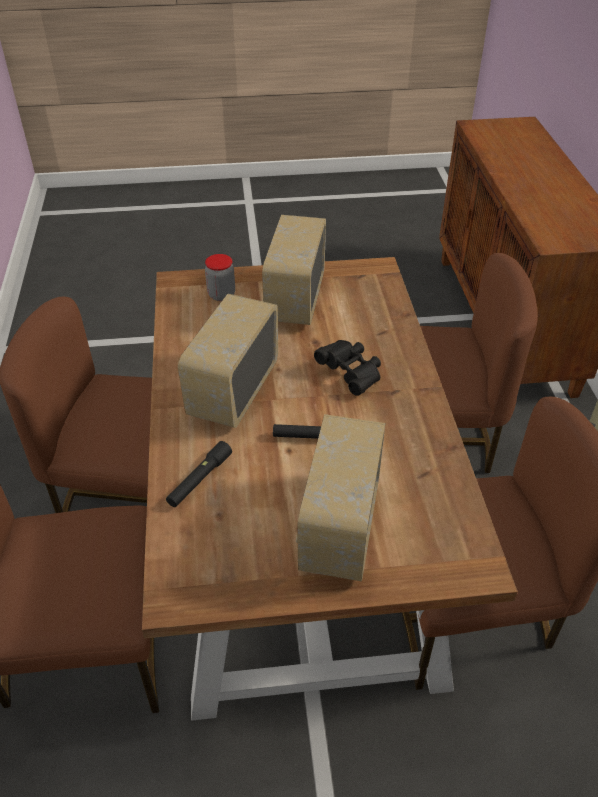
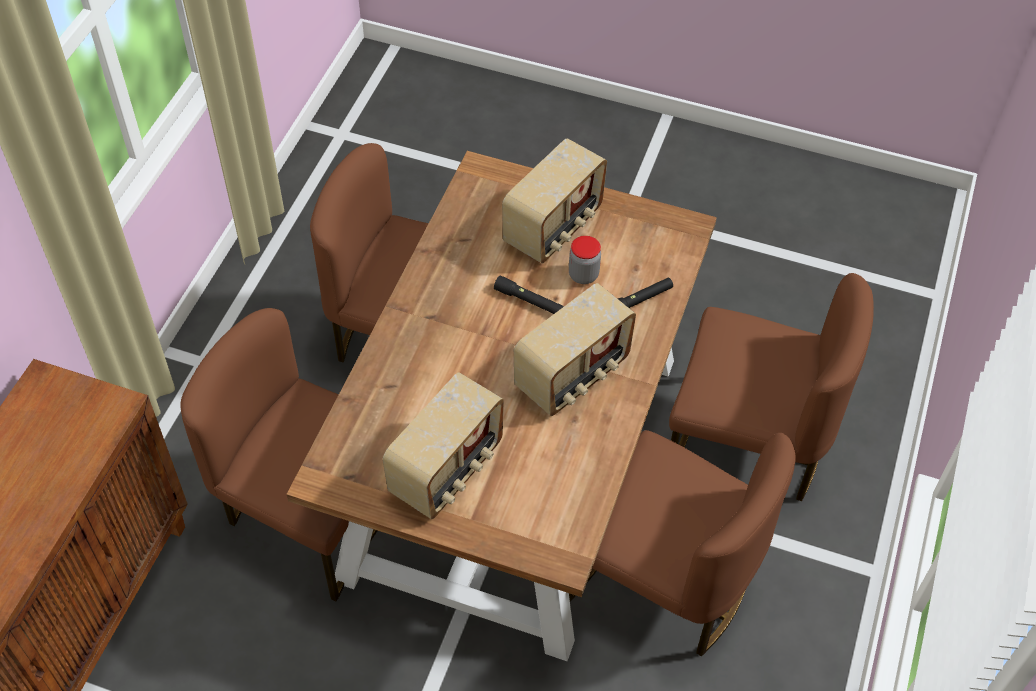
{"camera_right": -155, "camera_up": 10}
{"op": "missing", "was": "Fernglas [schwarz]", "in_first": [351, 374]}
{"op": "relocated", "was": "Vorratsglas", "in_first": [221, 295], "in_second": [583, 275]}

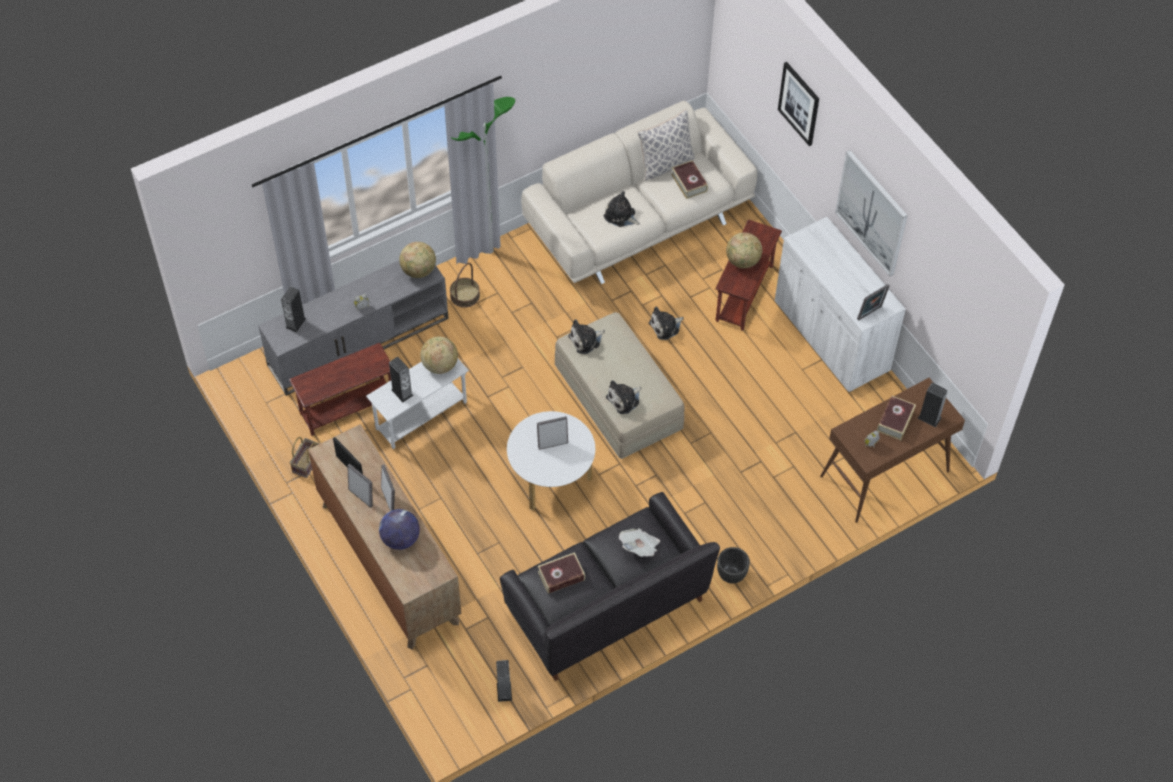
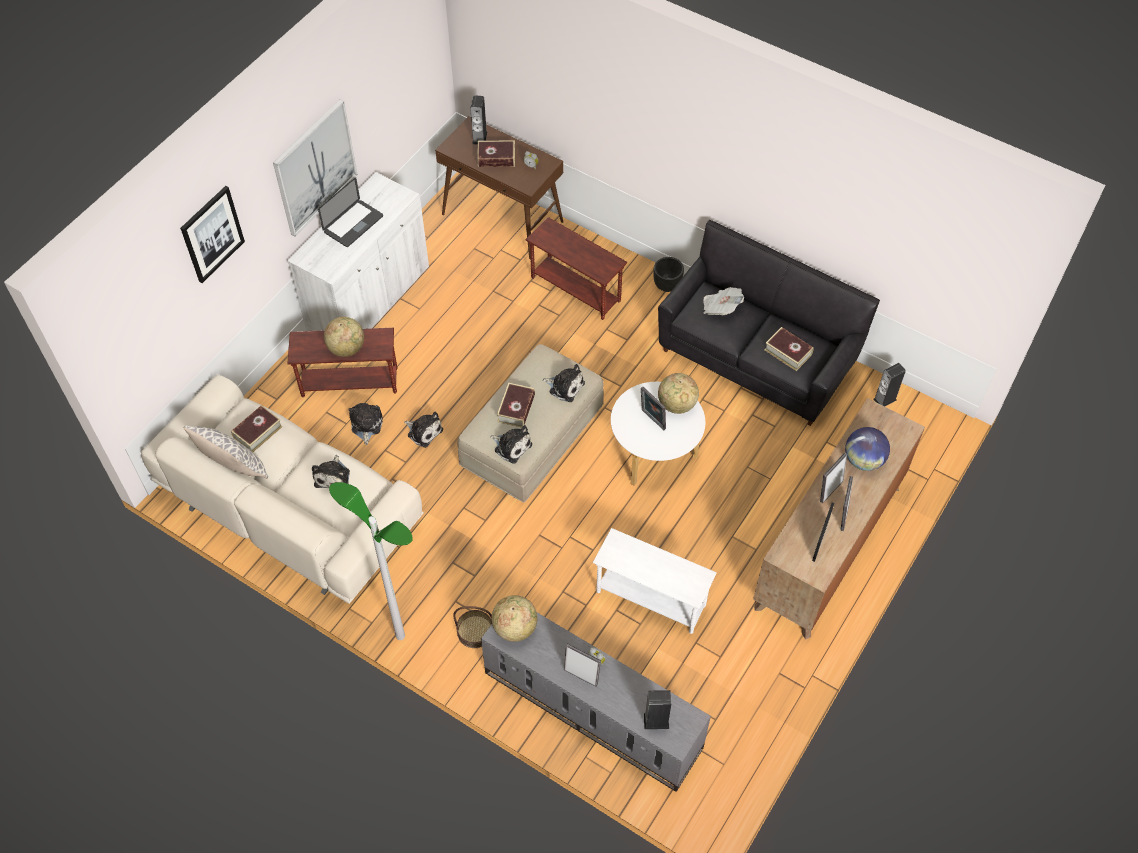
{"camera_right": -115, "camera_up": 0}
{"op": "missing", "was": "Korb", "in_first": [307, 464]}
{"op": "missing", "was": "Lautsprecher", "in_first": [402, 392]}
{"op": "appeared", "now": "Laptop", "in_second": [353, 224]}
{"op": "appeared", "now": "Plüschtier", "in_second": [366, 425]}
{"op": "appeared", "now": "Buch", "in_second": [516, 408]}
{"op": "relocated", "was": "Beistelltisch [braun]", "in_first": [347, 407], "in_second": [575, 290]}
{"op": "relocated", "was": "Globus", "in_first": [440, 365], "in_second": [676, 405]}
{"op": "relocated", "was": "Bilderrahmen", "in_first": [870, 314], "in_second": [581, 675]}

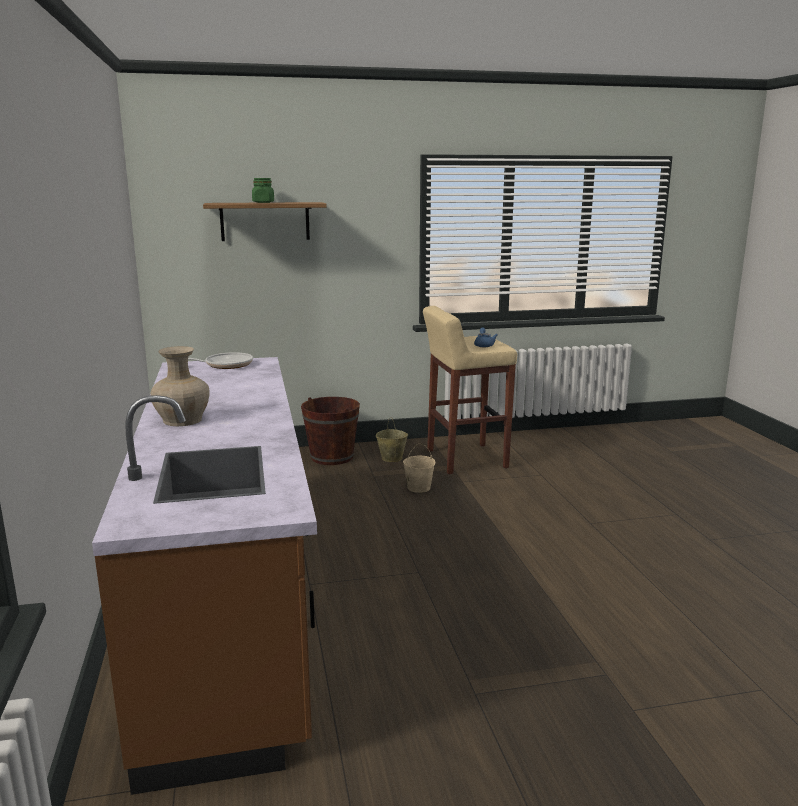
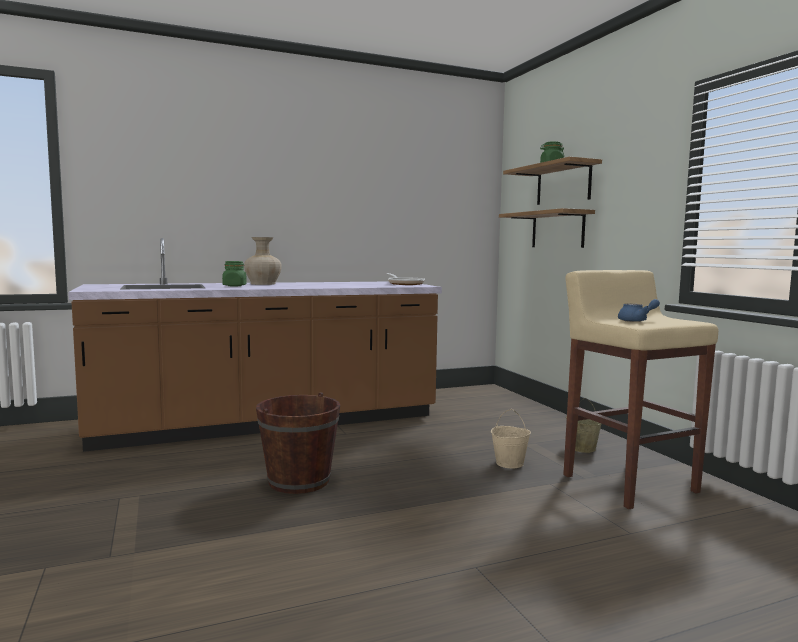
{"camera_right": 80, "camera_up": -10}
{"op": "appeared", "now": "Vorratsglas [grün]", "in_second": [234, 286]}
{"op": "appeared", "now": "Wandregal", "in_second": [557, 230]}
{"op": "relocated", "was": "Eimer [braun]", "in_first": [332, 457], "in_second": [299, 481]}

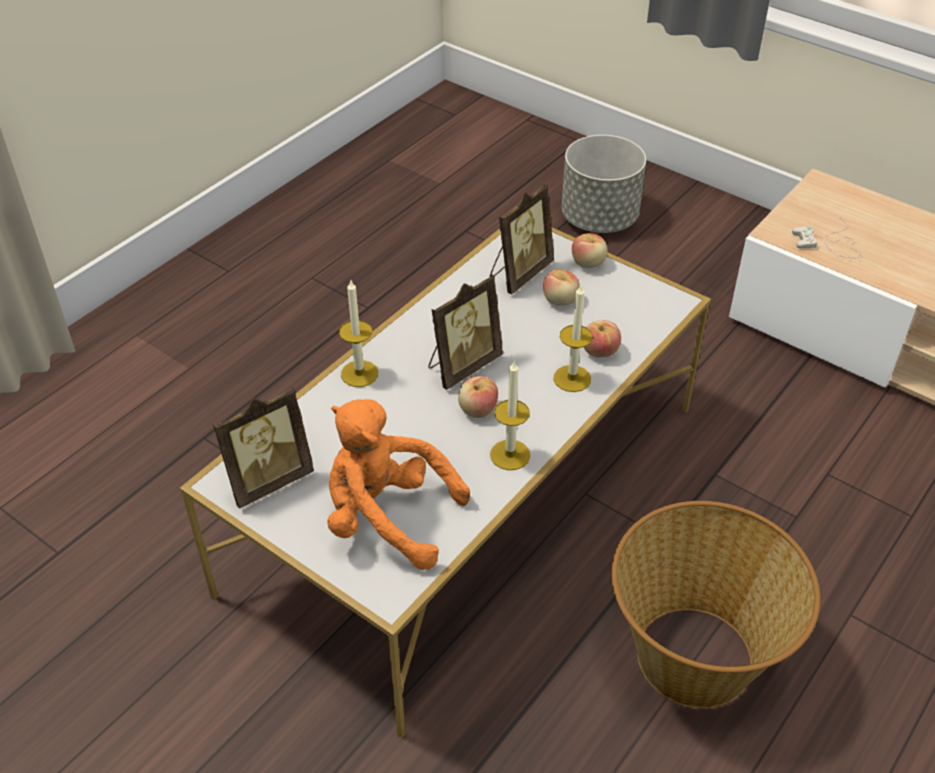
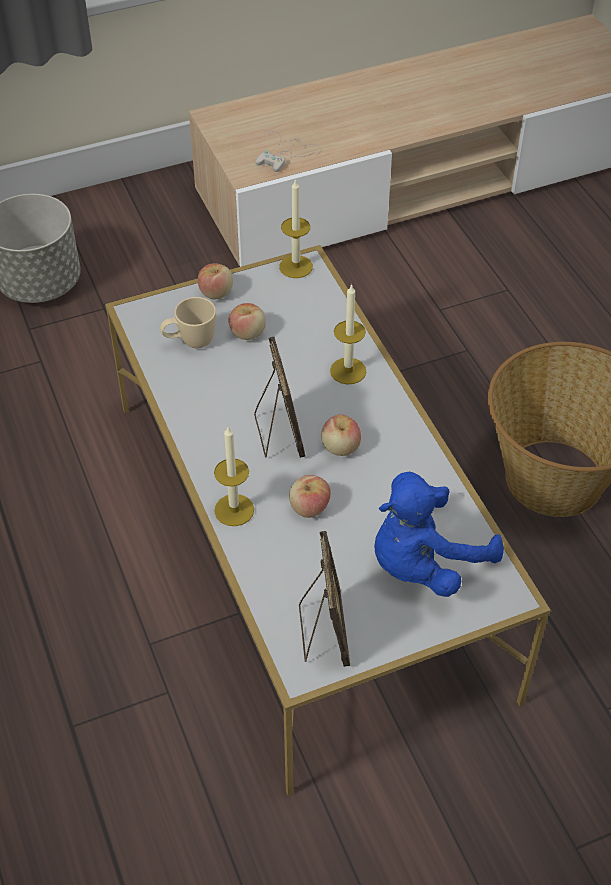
{"camera_right": -60, "camera_up": 5}
{"op": "relocated", "was": "Kerze", "in_first": [510, 455], "in_second": [296, 266]}
{"op": "relocated", "was": "Apfel", "in_first": [599, 351], "in_second": [309, 508]}
{"op": "exchanged", "was": "Bilderrahmen", "now": "Henkelbecher [beige]", "in_first": [519, 273], "in_second": [190, 342]}
{"op": "colour", "was": "Plüschtier [orange]", "now": "Plüschtier [blau]", "in_first": [387, 518], "in_second": [424, 562]}

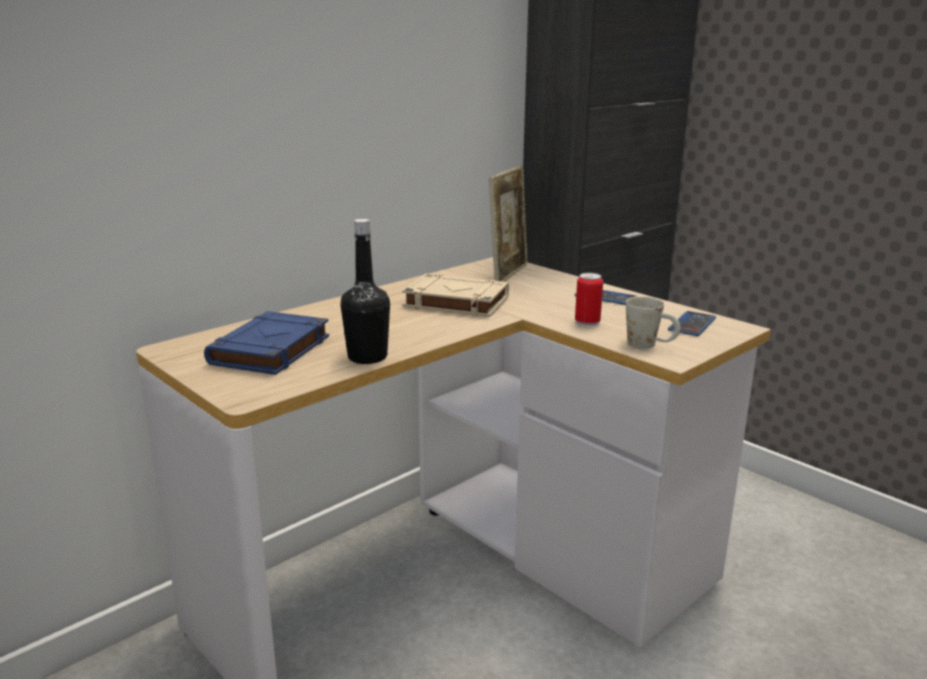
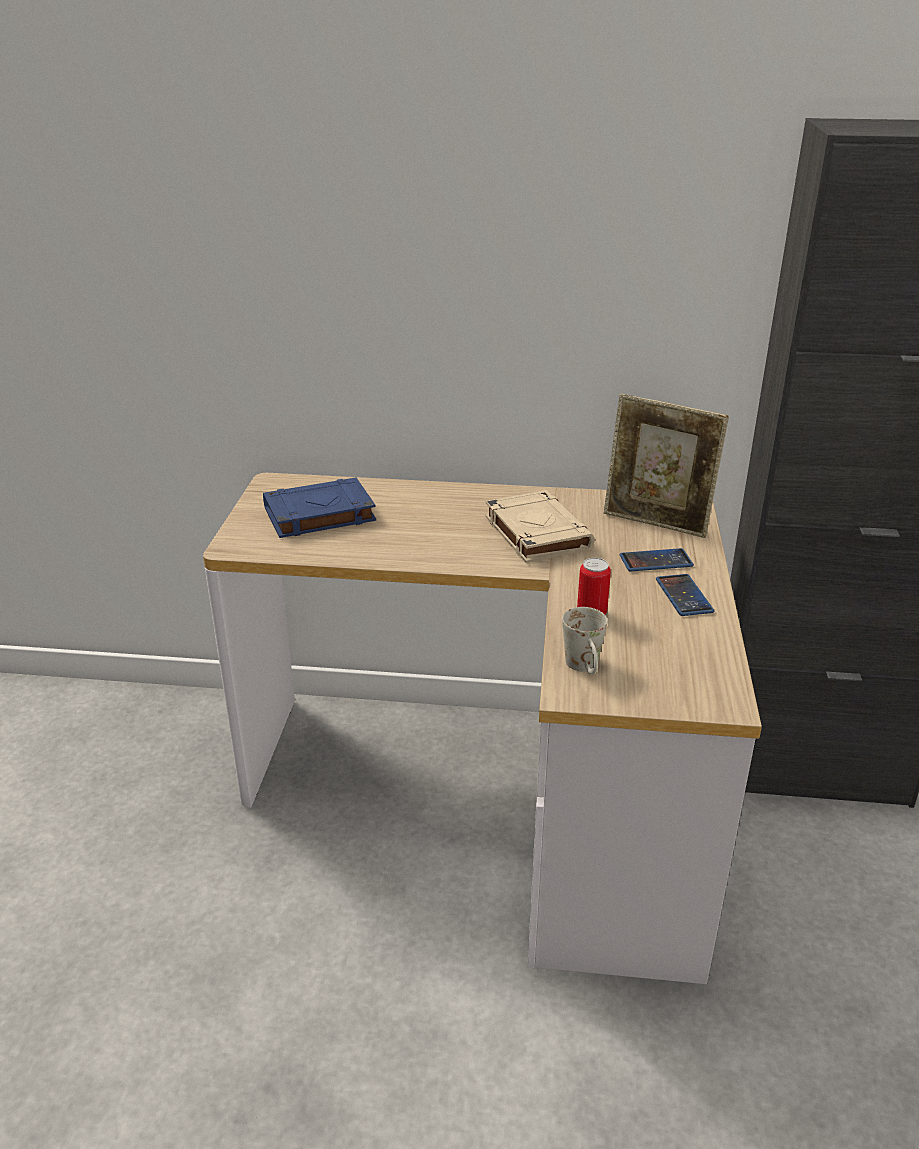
{"camera_right": 50, "camera_up": 10}
{"op": "missing", "was": "Flasche [schwarz]", "in_first": [367, 357]}
{"op": "relocated", "was": "Handy", "in_first": [692, 324], "in_second": [656, 561]}
{"op": "spun", "was": "Bilderrahmen", "in_first": [508, 275], "in_second": [656, 523], "clockwise": 45}

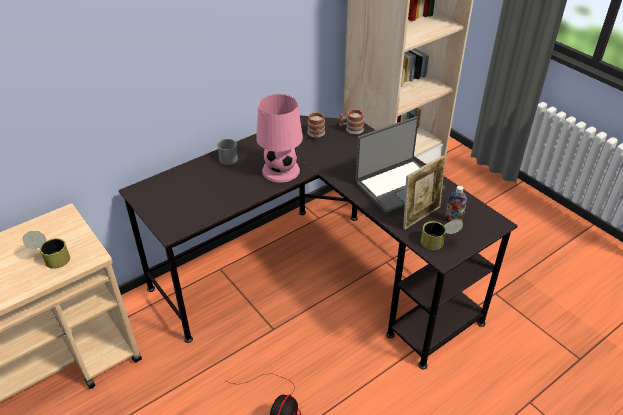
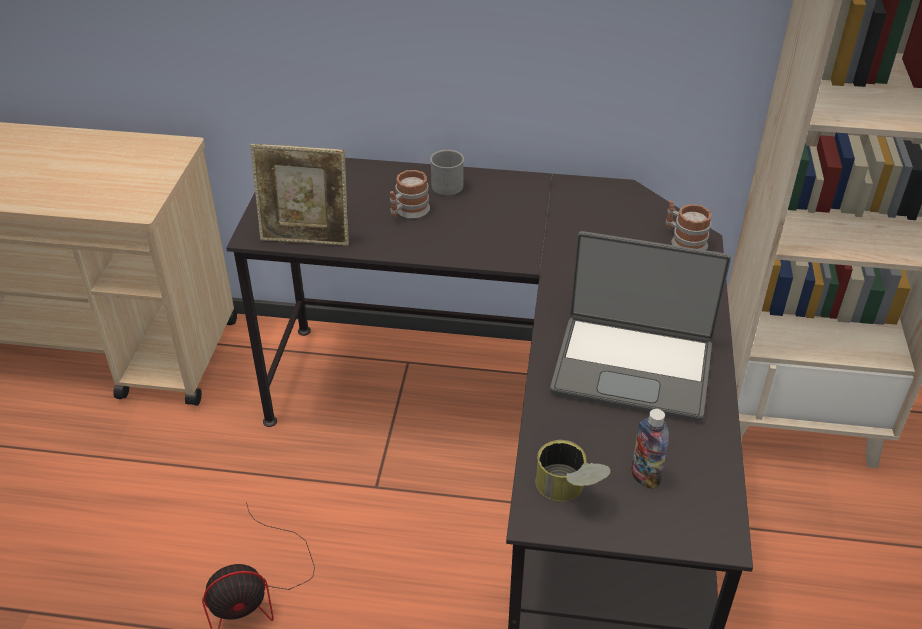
{"camera_right": 45, "camera_up": 0}
{"op": "missing", "was": "Dose", "in_first": [51, 258]}
{"op": "missing", "was": "Tischlampe [rosa]", "in_first": [281, 171]}
{"op": "relocated", "was": "Henkelbecher", "in_first": [316, 134], "in_second": [408, 211]}
{"op": "relocated", "was": "Bilderrahmen", "in_first": [420, 216], "in_second": [306, 240]}

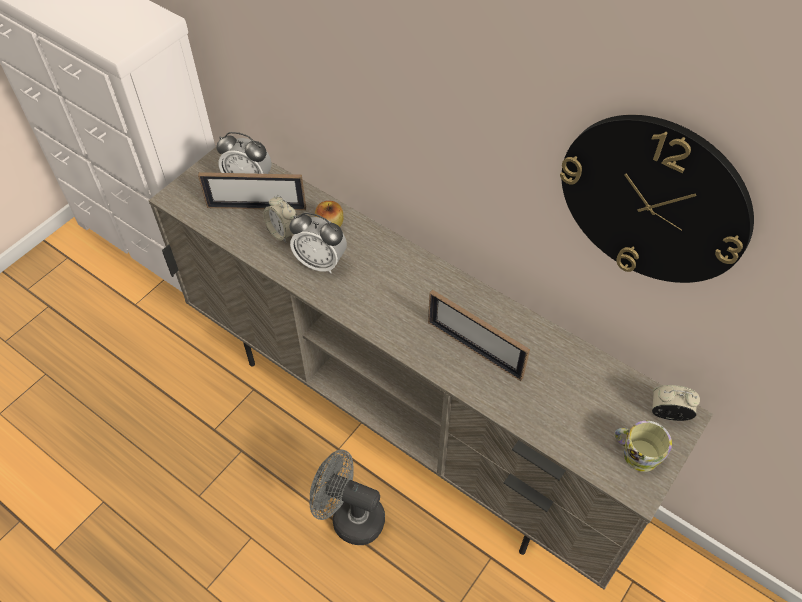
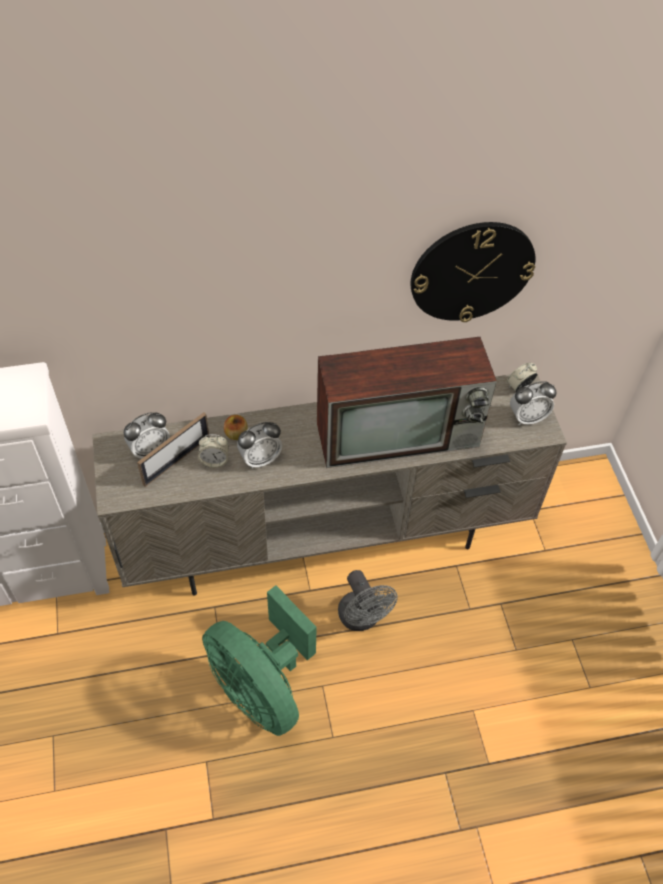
{"camera_right": -50, "camera_up": 0}
{"op": "appeared", "now": "Ventilator [grün]", "in_second": [262, 687]}
{"op": "exchanged", "was": "Bilderrahmen", "now": "Fernseher", "in_first": [474, 349], "in_second": [400, 434]}
{"op": "exchanged", "was": "Henkelbecher", "now": "Wecker", "in_first": [635, 453], "in_second": [527, 417]}
{"op": "spun", "was": "Ventilator [grau]", "in_first": [350, 517], "in_second": [362, 619], "clockwise": -90}

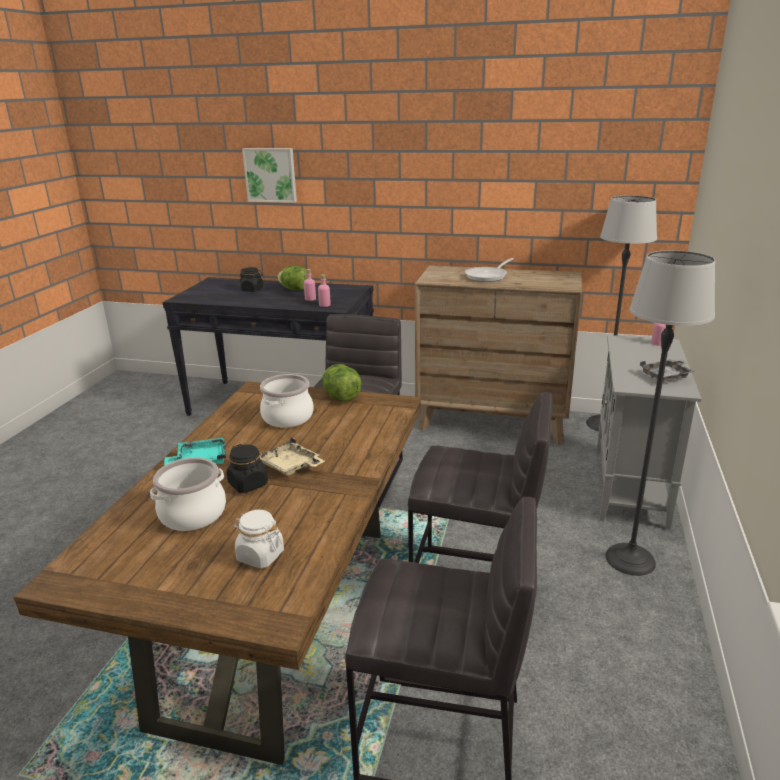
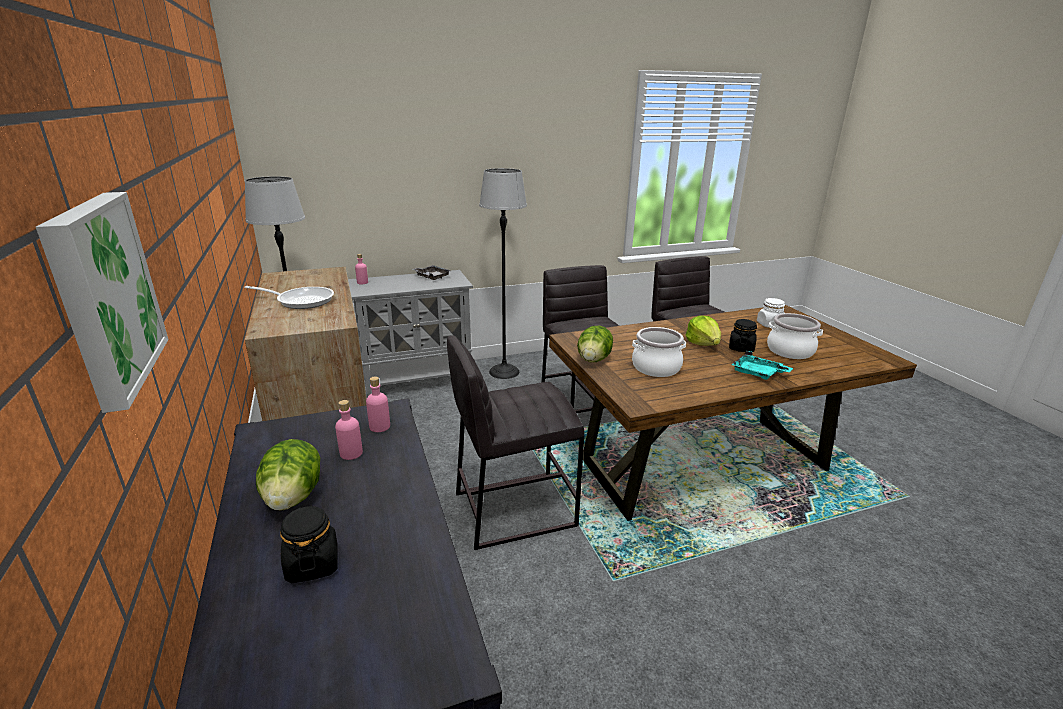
{"camera_right": -125, "camera_up": 0}
{"op": "exchanged", "was": "Tablett [beige]", "now": "Salatkopf", "in_first": [291, 466], "in_second": [703, 343]}

